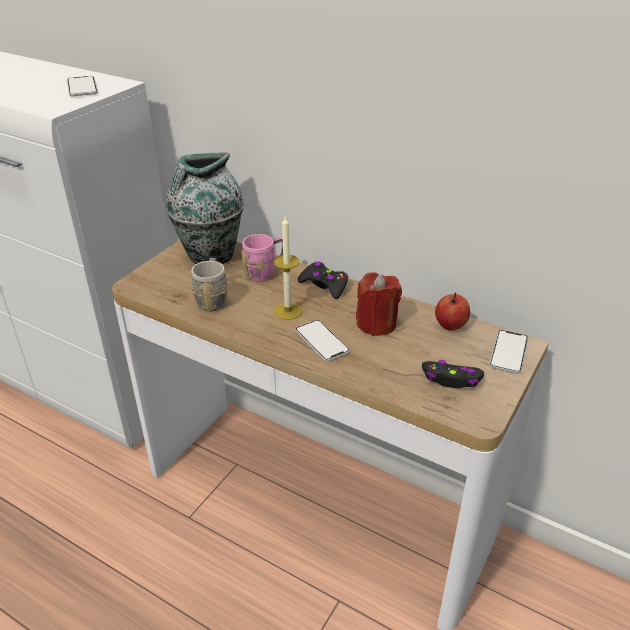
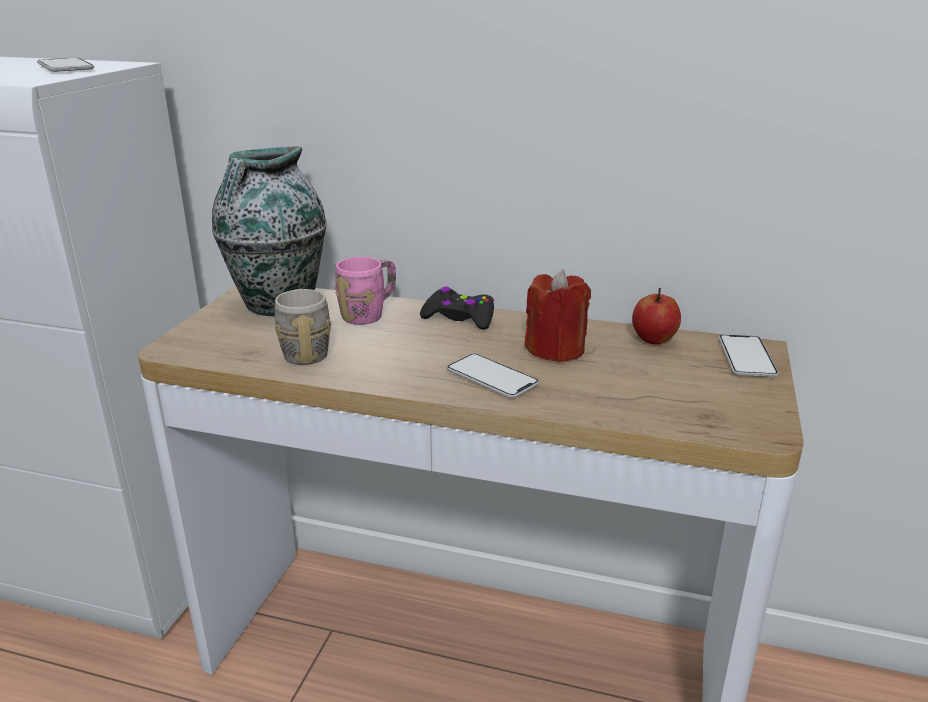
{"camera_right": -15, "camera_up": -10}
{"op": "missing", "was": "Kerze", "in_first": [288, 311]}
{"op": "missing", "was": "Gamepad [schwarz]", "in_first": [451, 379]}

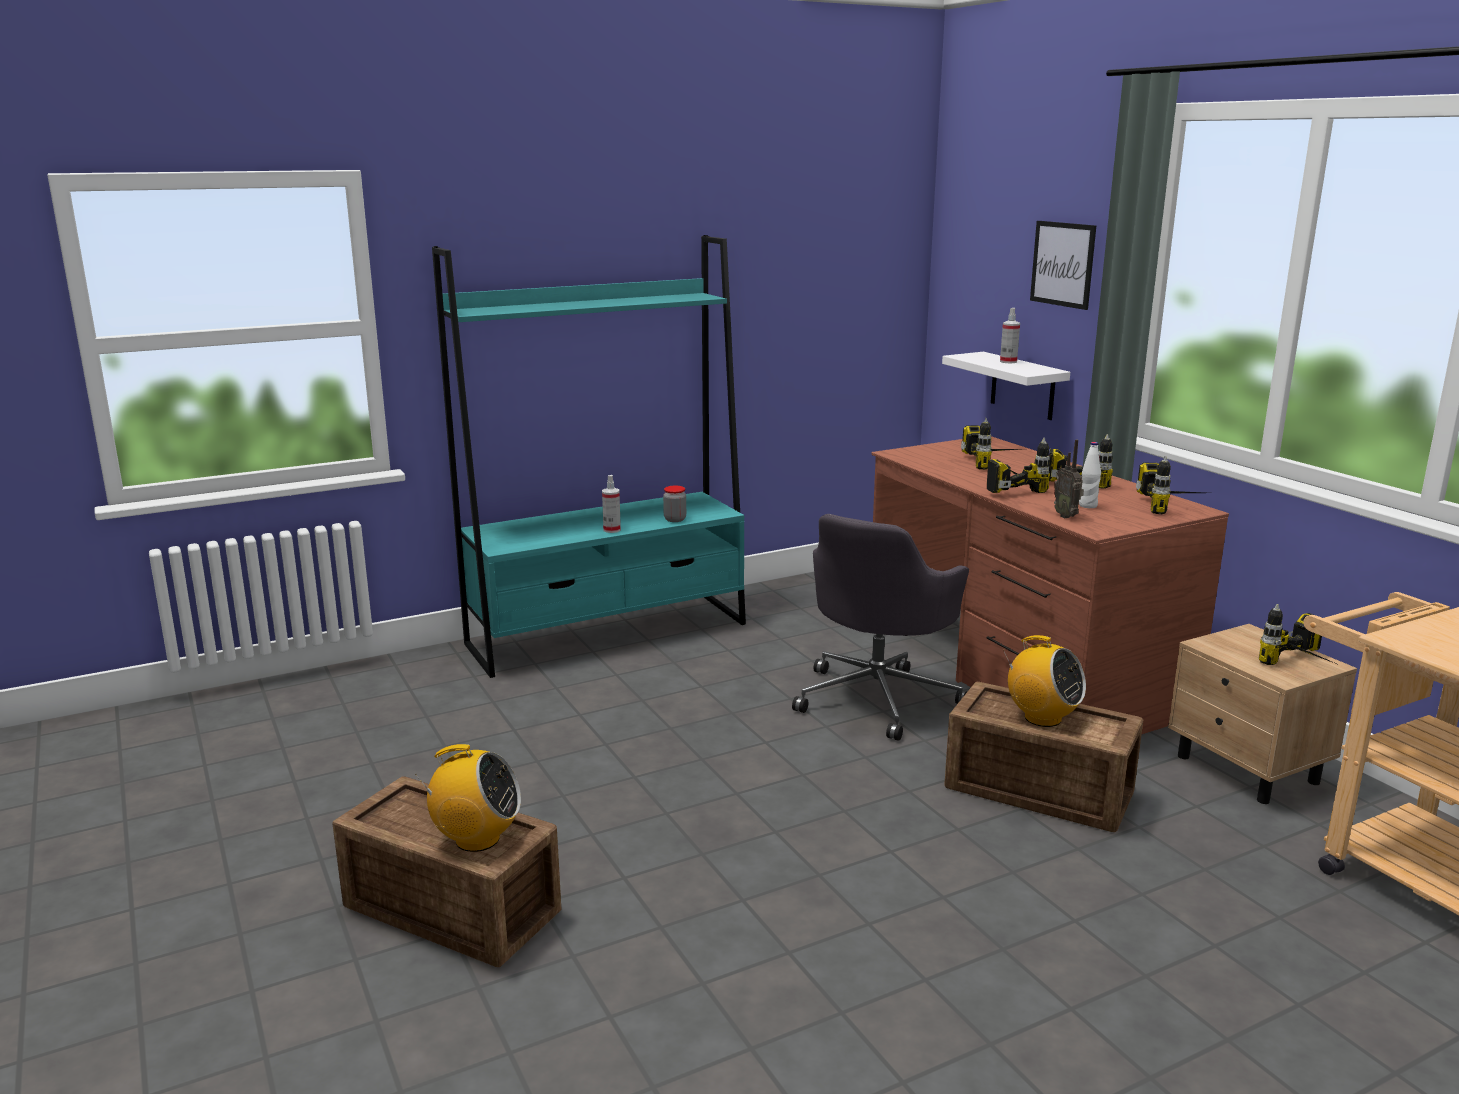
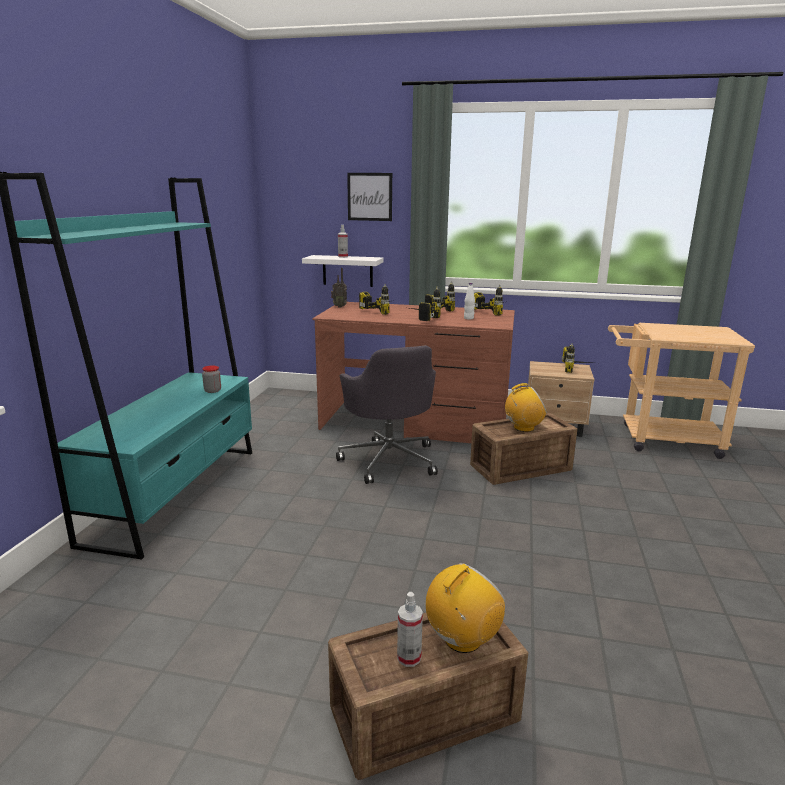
{"camera_right": -50, "camera_up": 0}
{"op": "relocated", "was": "Sprühflasche", "in_first": [612, 530], "in_second": [409, 657]}
{"op": "relocated", "was": "Radio", "in_first": [1066, 516], "in_second": [339, 306]}

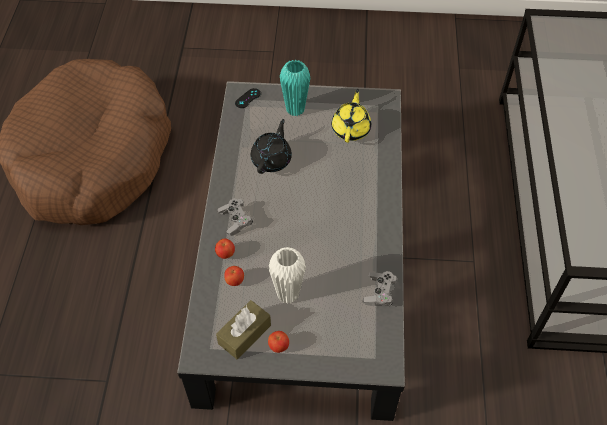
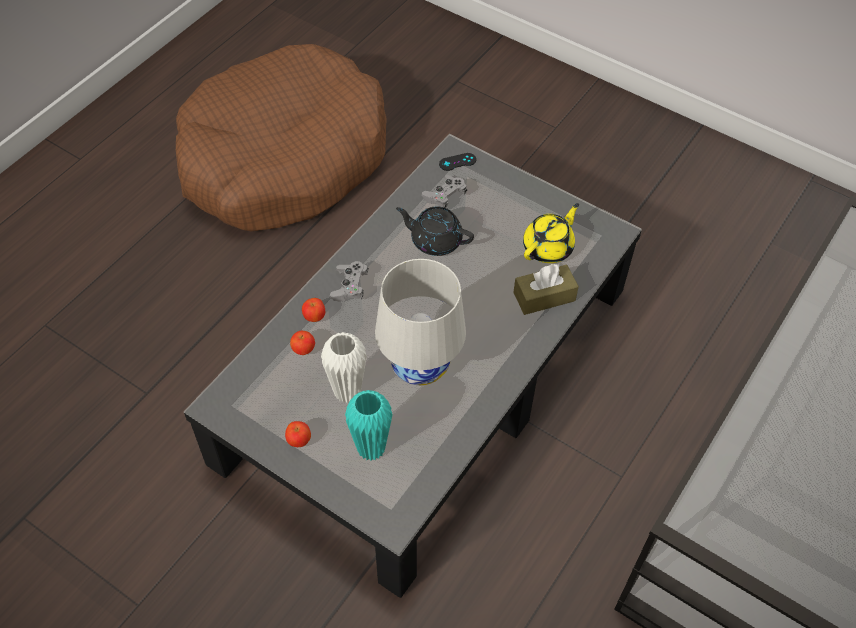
{"camera_right": 30, "camera_up": 0}
{"op": "appeared", "now": "Tischlampe [weiß]", "in_second": [419, 366]}
{"op": "relocated", "was": "Taschentuchbox [braun]", "in_first": [244, 334], "in_second": [544, 296]}
{"op": "relocated", "was": "Vase [türkis]", "in_first": [295, 109], "in_second": [371, 448]}
{"op": "relocated", "was": "Gamepad [grau]", "in_first": [379, 293], "in_second": [444, 196]}
{"op": "spun", "was": "Teekanne [schwarz]", "in_first": [272, 159], "in_second": [435, 240], "clockwise": -120}

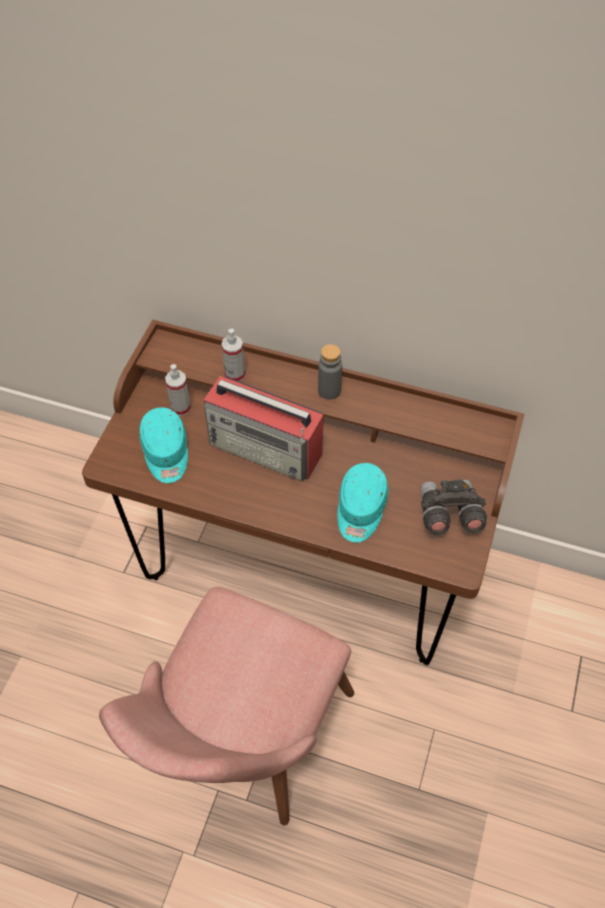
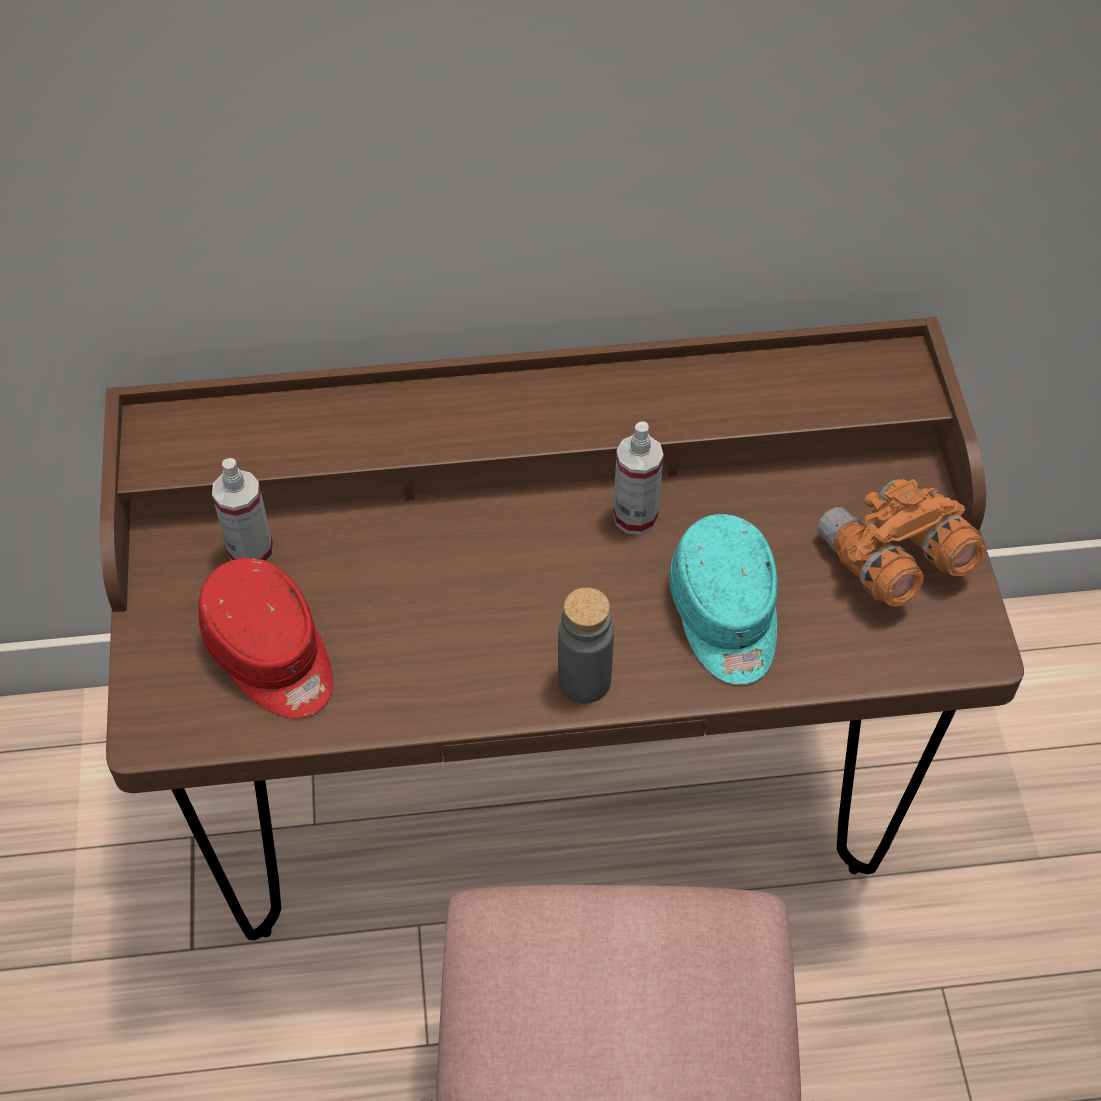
{"camera_right": -25, "camera_up": 0}
{"op": "missing", "was": "Radio", "in_first": [266, 449]}
{"op": "relocated", "was": "Sprühflasche", "in_first": [235, 375], "in_second": [635, 516]}
{"op": "relocated", "was": "Flasche [grau]", "in_first": [329, 390], "in_second": [584, 681]}
{"op": "colour", "was": "Kappe [türkis]", "now": "Kappe [rot]", "in_first": [166, 453], "in_second": [272, 655]}
{"op": "colour", "was": "Fernglas [grau]", "now": "Fernglas [orange]", "in_first": [448, 515], "in_second": [892, 561]}

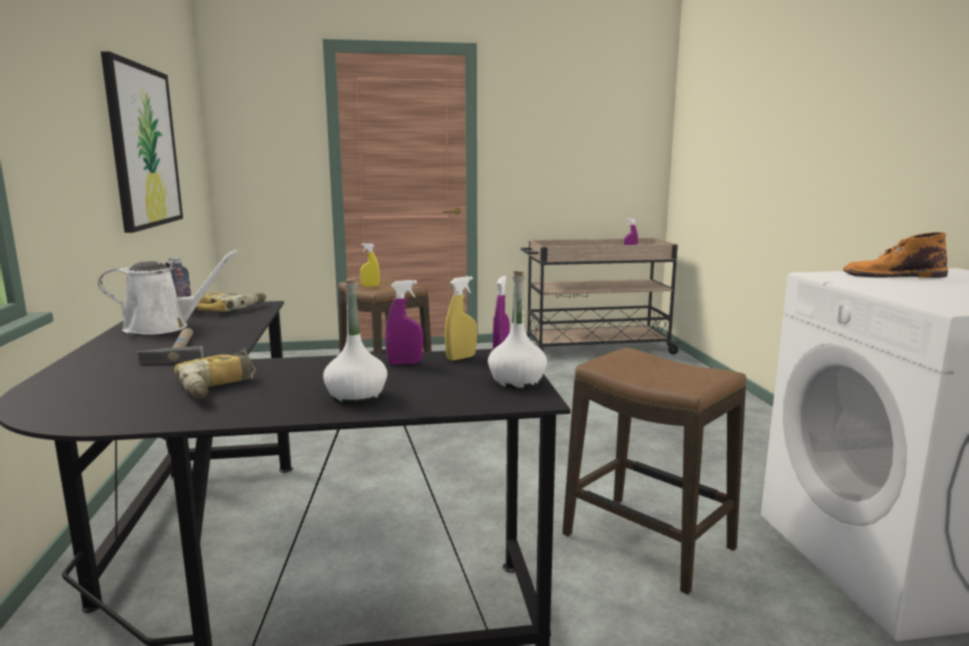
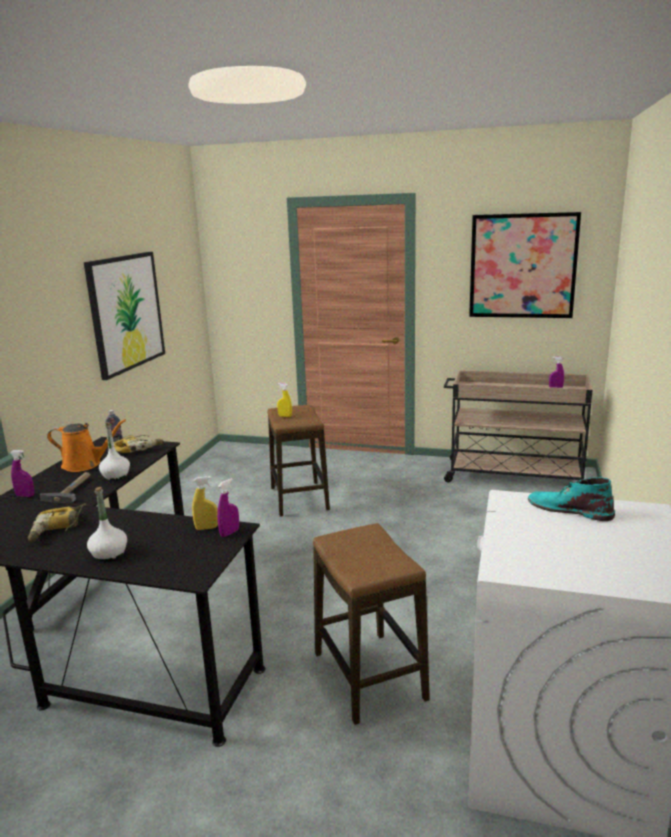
{"camera_right": 25, "camera_up": 5}
{"op": "appeared", "now": "Bild", "in_second": [522, 266]}
{"op": "relocated", "was": "Sprühflasche [lila]", "in_first": [405, 363], "in_second": [25, 495]}
{"op": "relocated", "was": "Flasche [weiß]", "in_first": [517, 381], "in_second": [116, 476]}
{"op": "colour", "was": "Gießkanne [weiß]", "now": "Gießkanne [orange]", "in_first": [163, 327], "in_second": [85, 464]}
{"op": "colour", "was": "Stiefel [orange]", "now": "Stiefel [türkis]", "in_first": [892, 275], "in_second": [569, 509]}

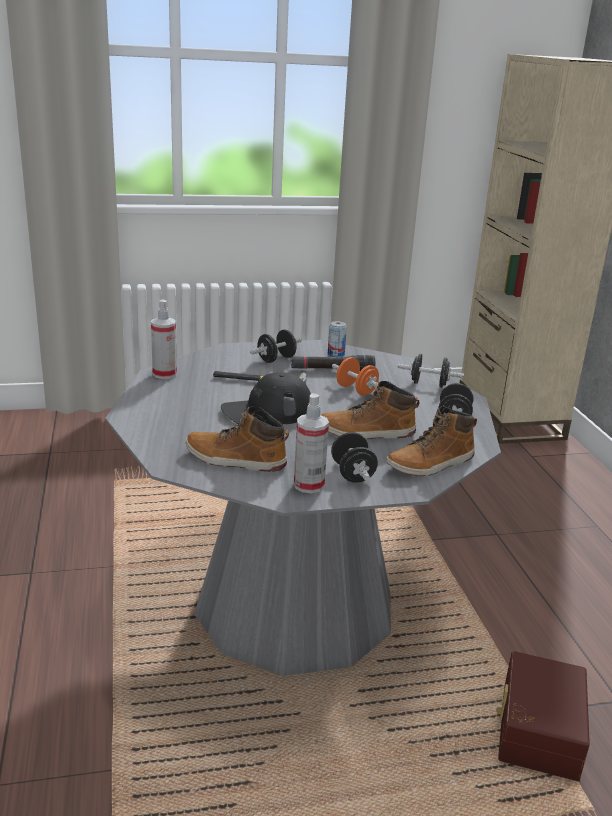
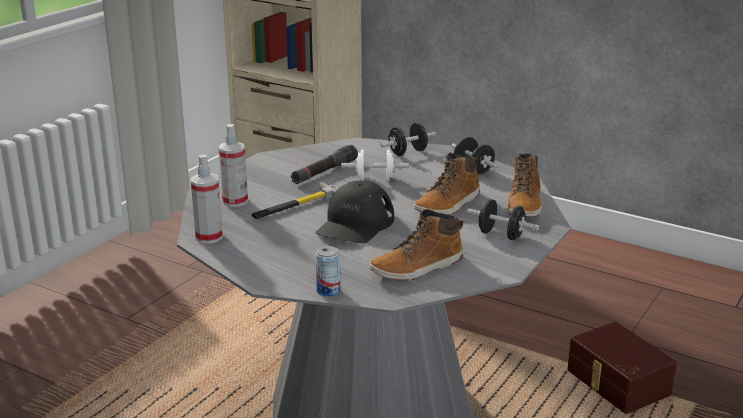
{"camera_right": -45, "camera_up": 0}
{"op": "missing", "was": "Hantel [schwarz]", "in_first": [276, 359]}
{"op": "relocated", "was": "Sprühflasche", "in_first": [309, 485], "in_second": [235, 201]}
{"op": "relocated", "was": "Dose", "in_first": [336, 355], "in_second": [328, 291]}
{"op": "colour", "was": "Hantel [orange]", "now": "Hantel [weiß]", "in_first": [356, 390], "in_second": [375, 179]}

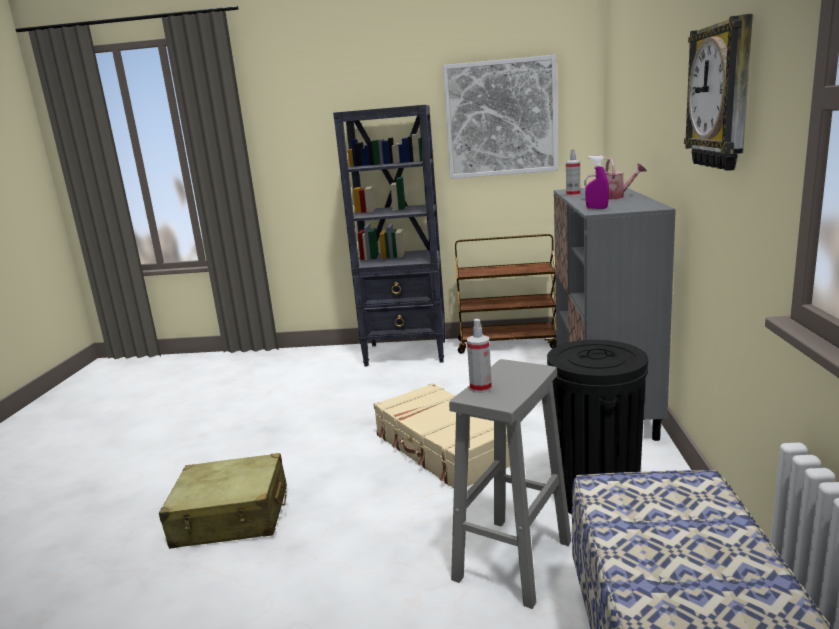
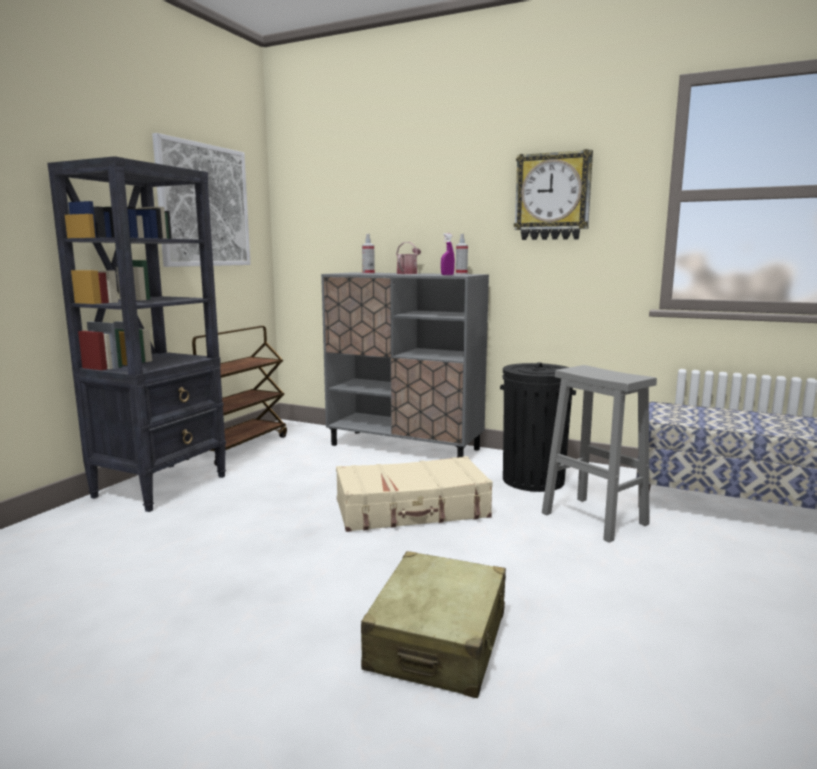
{"camera_right": -70, "camera_up": -5}
{"op": "relocated", "was": "Sprühflasche", "in_first": [480, 388], "in_second": [461, 274]}

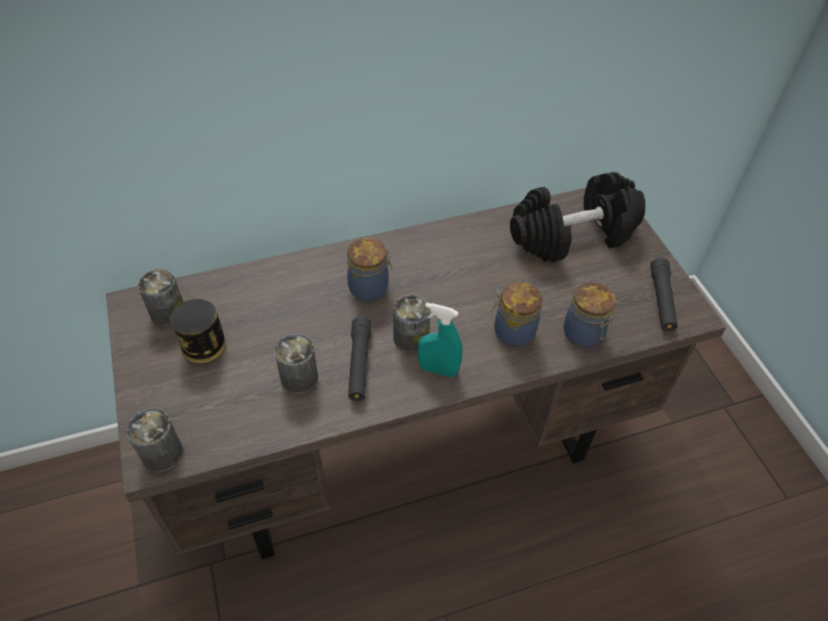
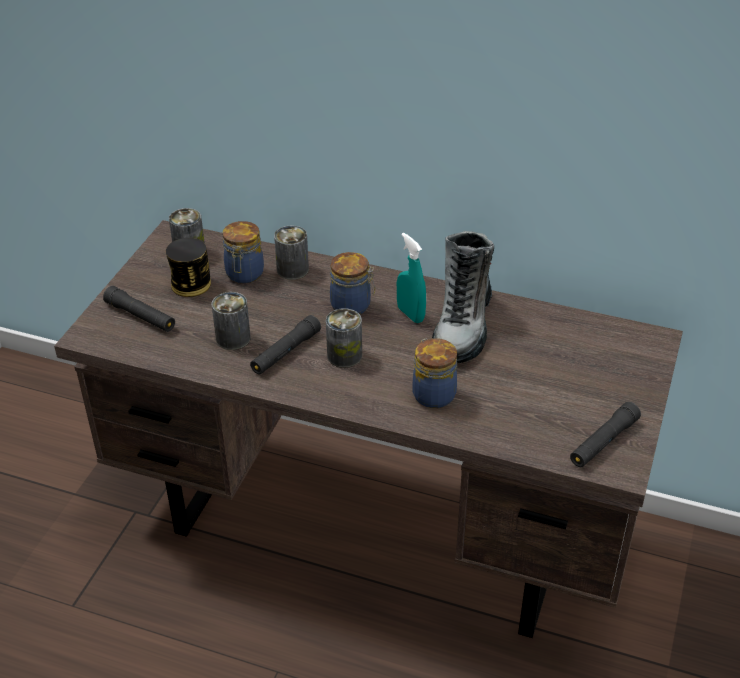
{"camera_right": 40, "camera_up": -10}
{"op": "missing", "was": "Hantel [schwarz]", "in_first": [572, 236]}
{"op": "appeared", "now": "Taschenlampe [schwarz]", "in_second": [140, 316]}
{"op": "appeared", "now": "Stiefel", "in_second": [462, 326]}
{"op": "relocated", "was": "Dose", "in_first": [162, 453], "in_second": [292, 269]}
{"op": "relocated", "was": "Sprühflasche [türkis]", "in_first": [438, 369], "in_second": [410, 314]}
{"op": "relocated", "was": "Vorratsglas", "in_first": [584, 334], "in_second": [244, 274]}

